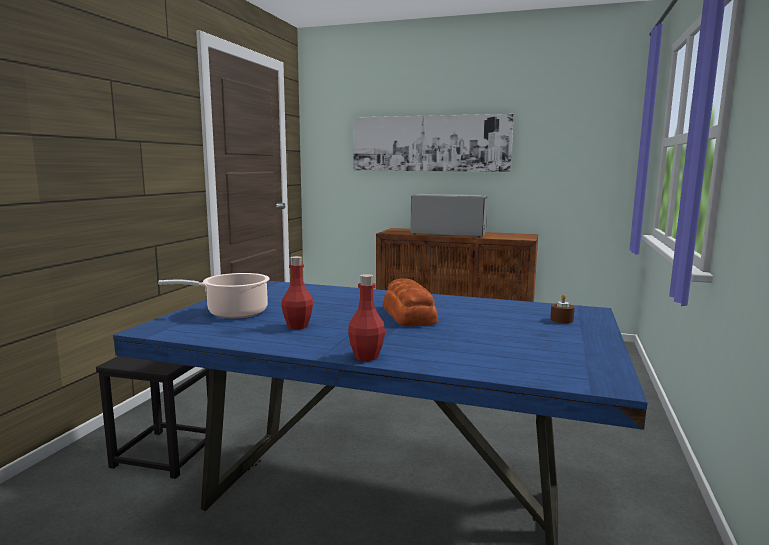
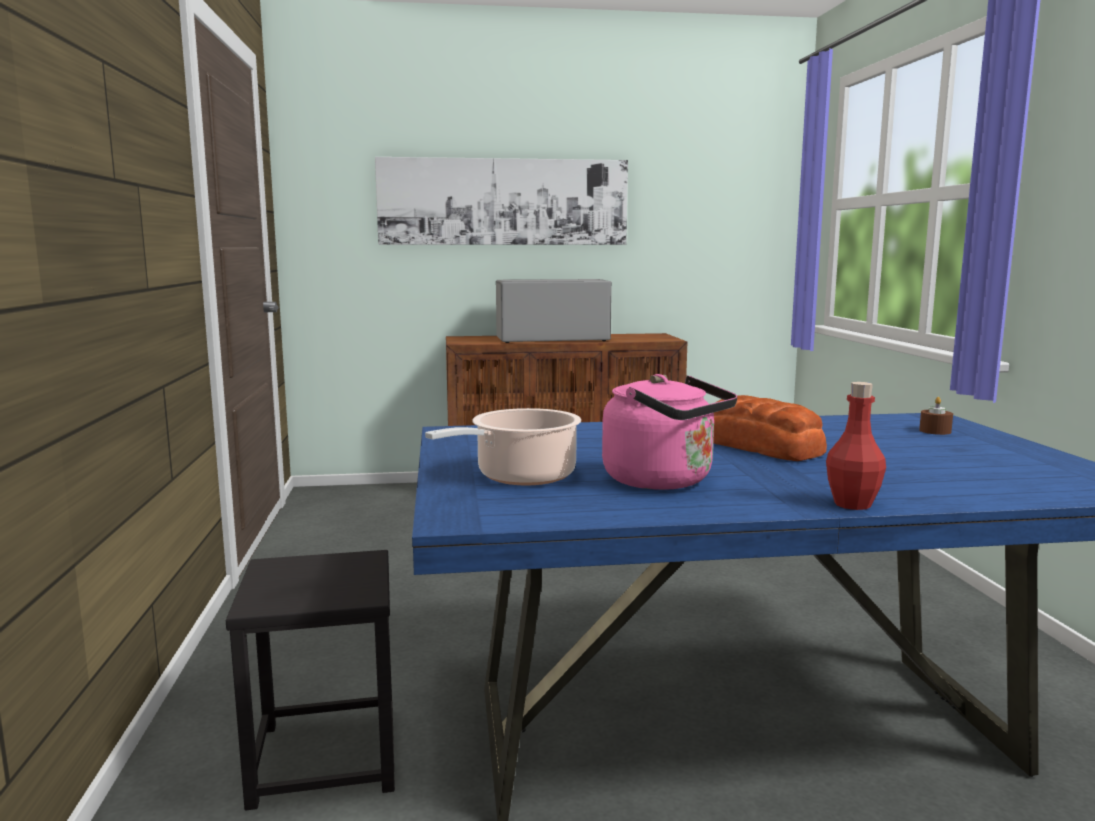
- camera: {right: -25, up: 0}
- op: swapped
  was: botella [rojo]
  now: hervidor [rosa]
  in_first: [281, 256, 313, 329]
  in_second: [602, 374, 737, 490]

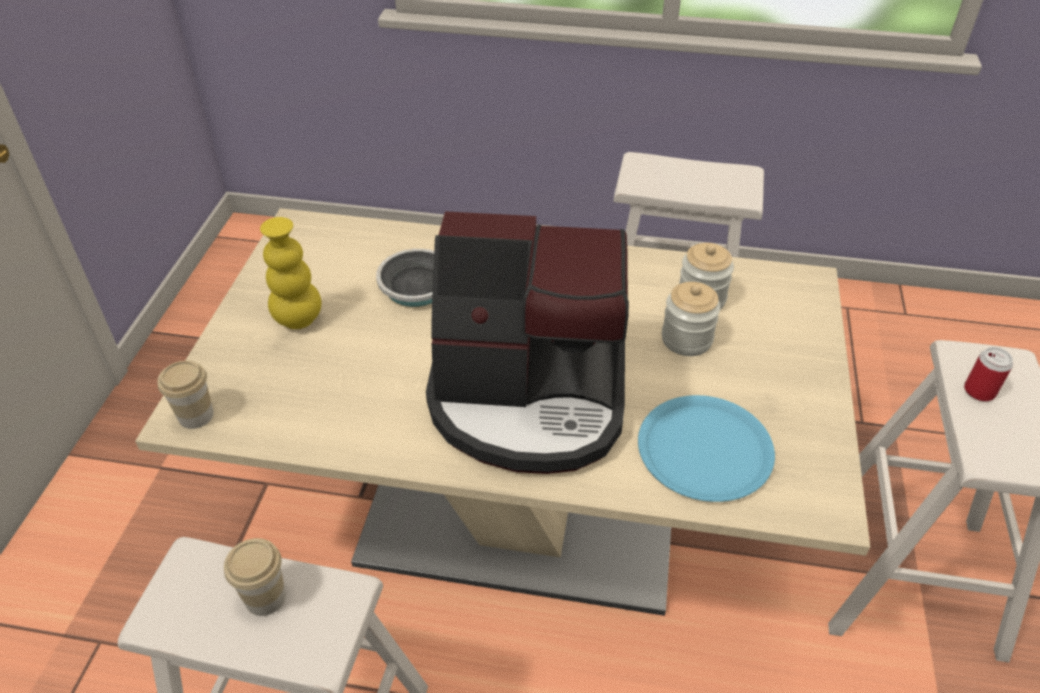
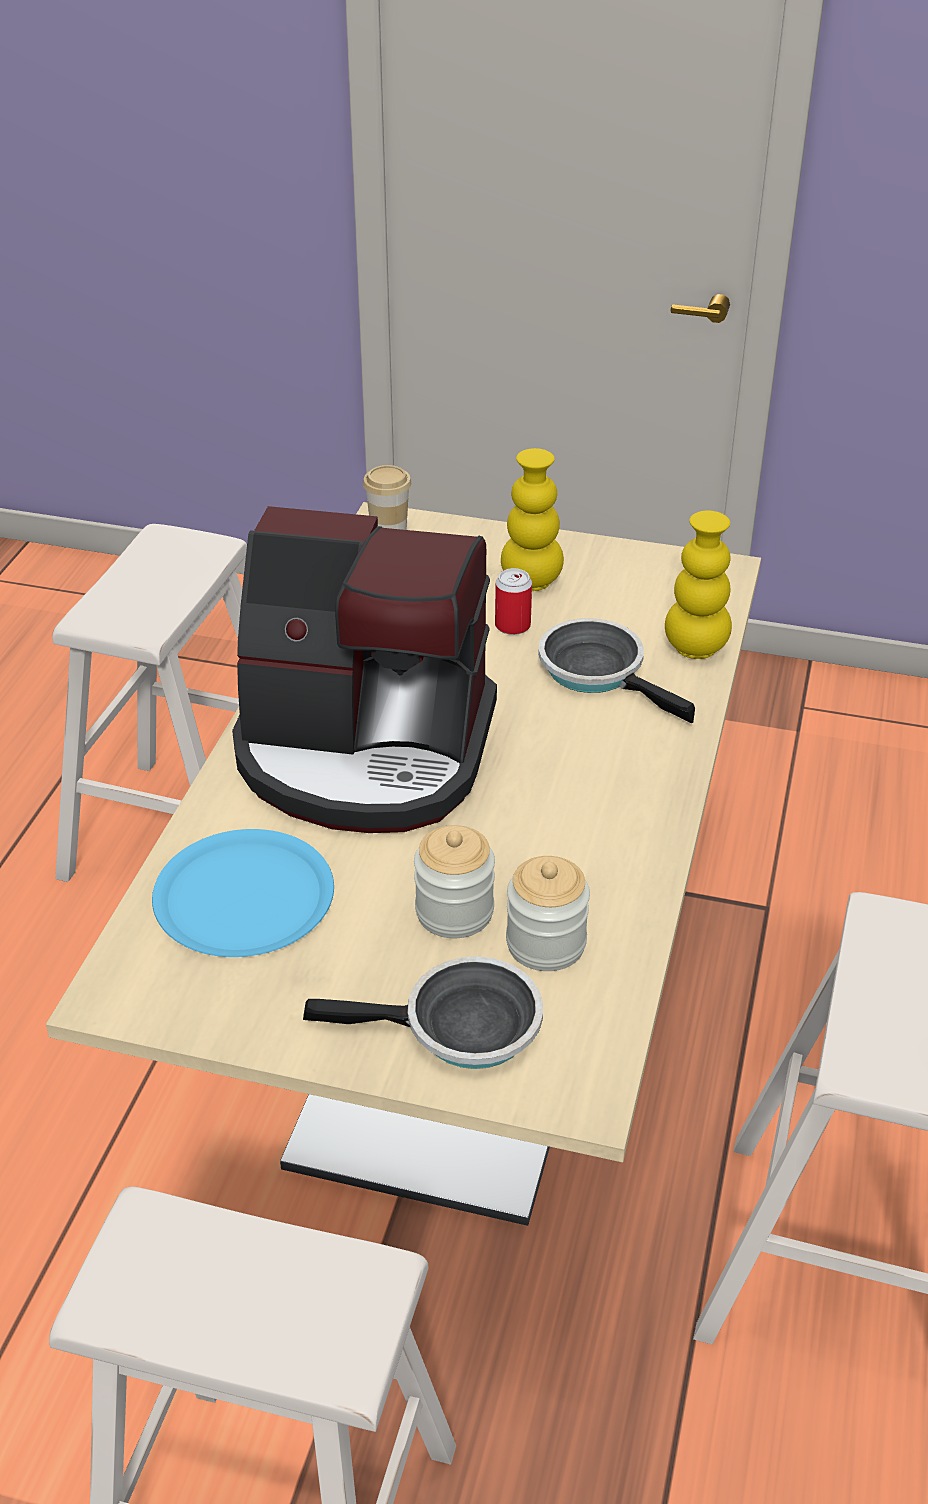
- camera: {right: 95, up: -5}
- op: rotated
  was: cafetera
  in_first: [426, 211, 629, 474]
  in_second: [232, 506, 497, 833]
  clockwise: -90
- op: shifted
  was: lata
  in_first: [964, 347, 1013, 401]
  in_second: [495, 568, 532, 635]
- op: gone
  was: taza
  in_first: [224, 538, 286, 616]
- op: new
  now: florero [amarillo]
  in_second: [665, 511, 732, 659]
- op: new
  now: sartén
  in_second: [303, 956, 543, 1069]

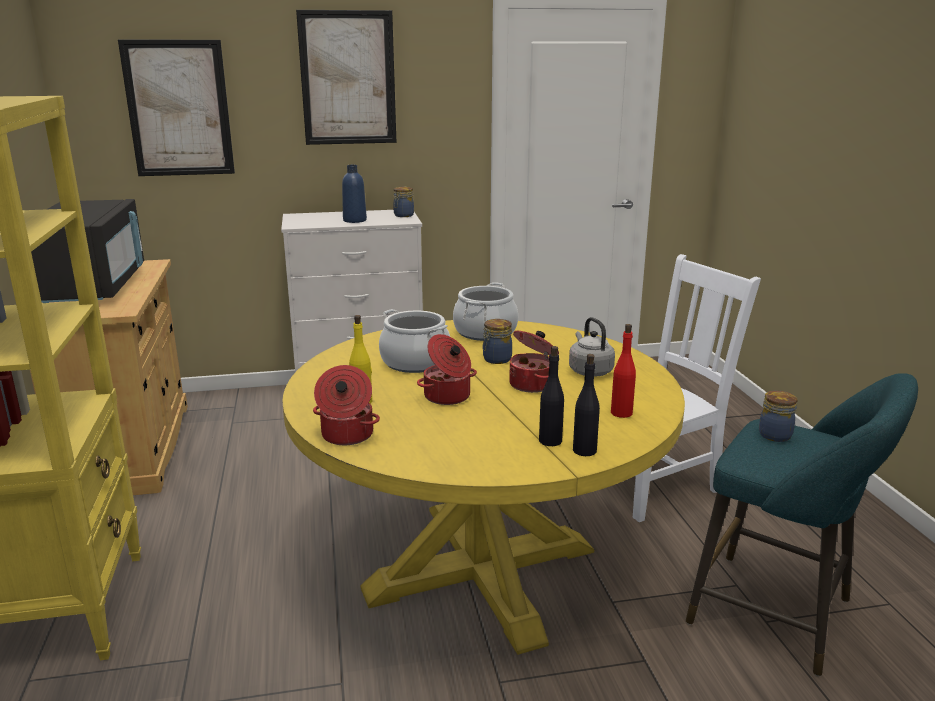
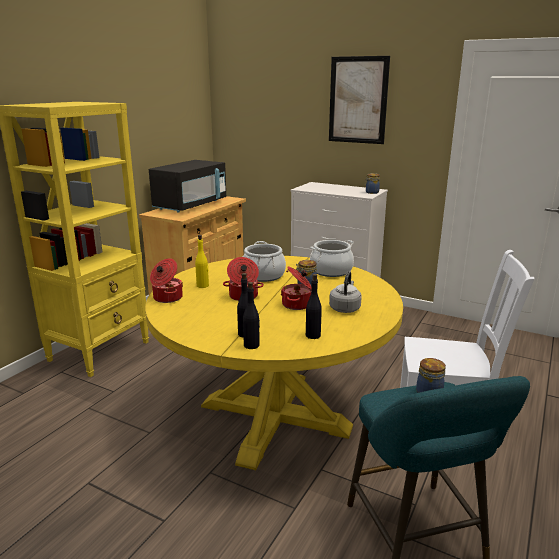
- camera: {right: 40, up: 0}
- op: gone
  was: cuadro
  in_first: [118, 40, 235, 176]
- op: gone
  was: botella [azul]
  in_first: [342, 165, 367, 223]
- op: repainted
  was: botella [rojo]
  now: botella [negro]
  in_first: [611, 324, 636, 418]
  in_second: [306, 274, 322, 339]

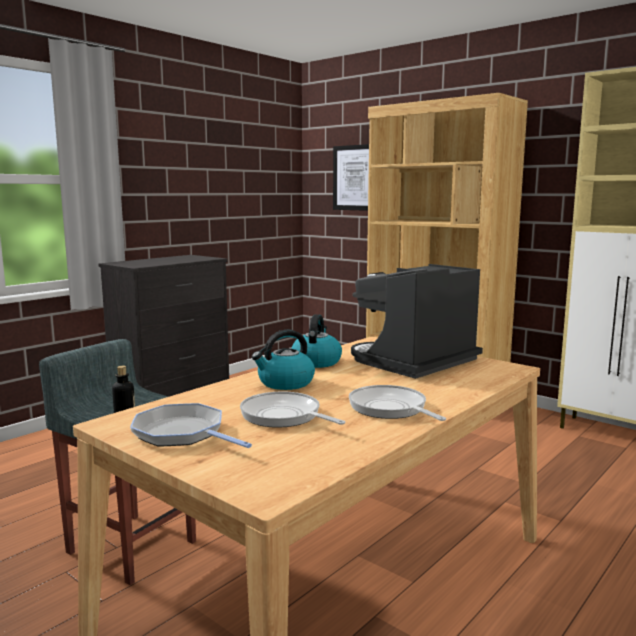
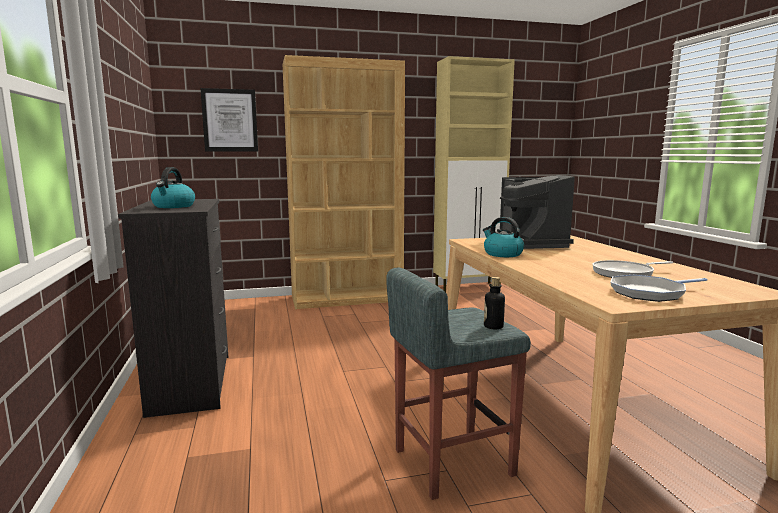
- camera: {right: -55, up: 0}
- op: shifted
  was: hervidor
  in_first: [252, 330, 315, 390]
  in_second: [151, 167, 195, 208]
- op: gone
  was: sartén
  in_first: [349, 385, 446, 421]

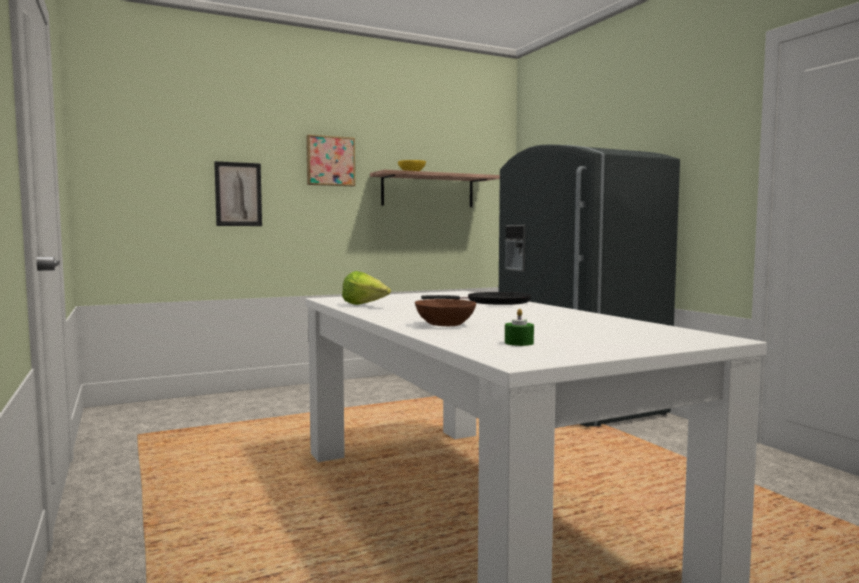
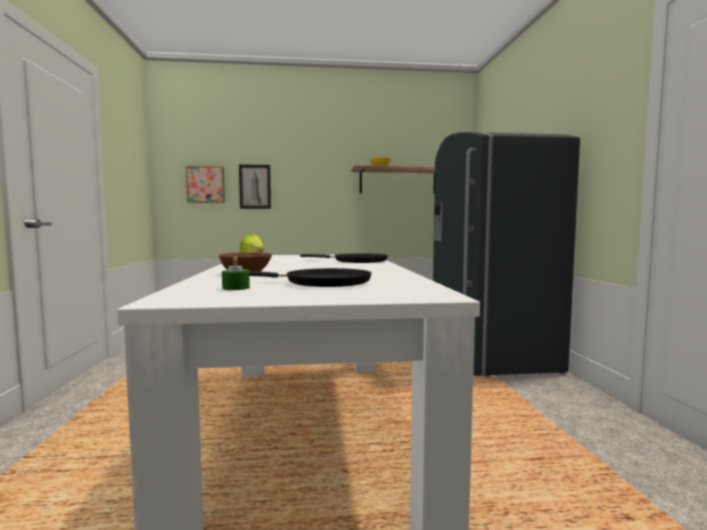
- camera: {right: 20, up: 0}
- op: shifted
  was: cuadro
  in_first: [306, 134, 355, 186]
  in_second: [186, 166, 225, 203]
- op: new
  now: sartén [negro]
  in_second: [249, 268, 372, 287]

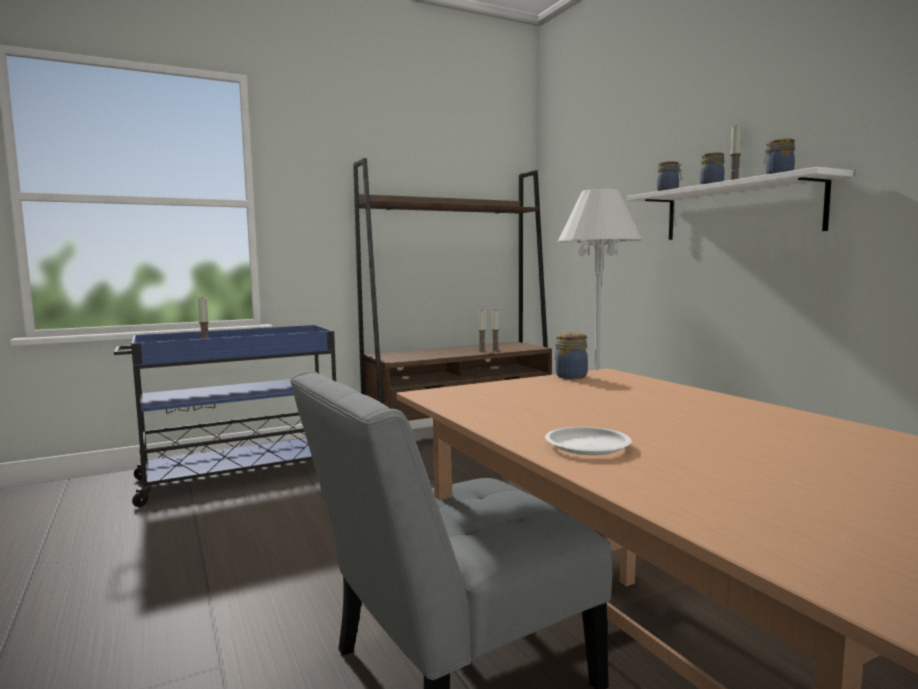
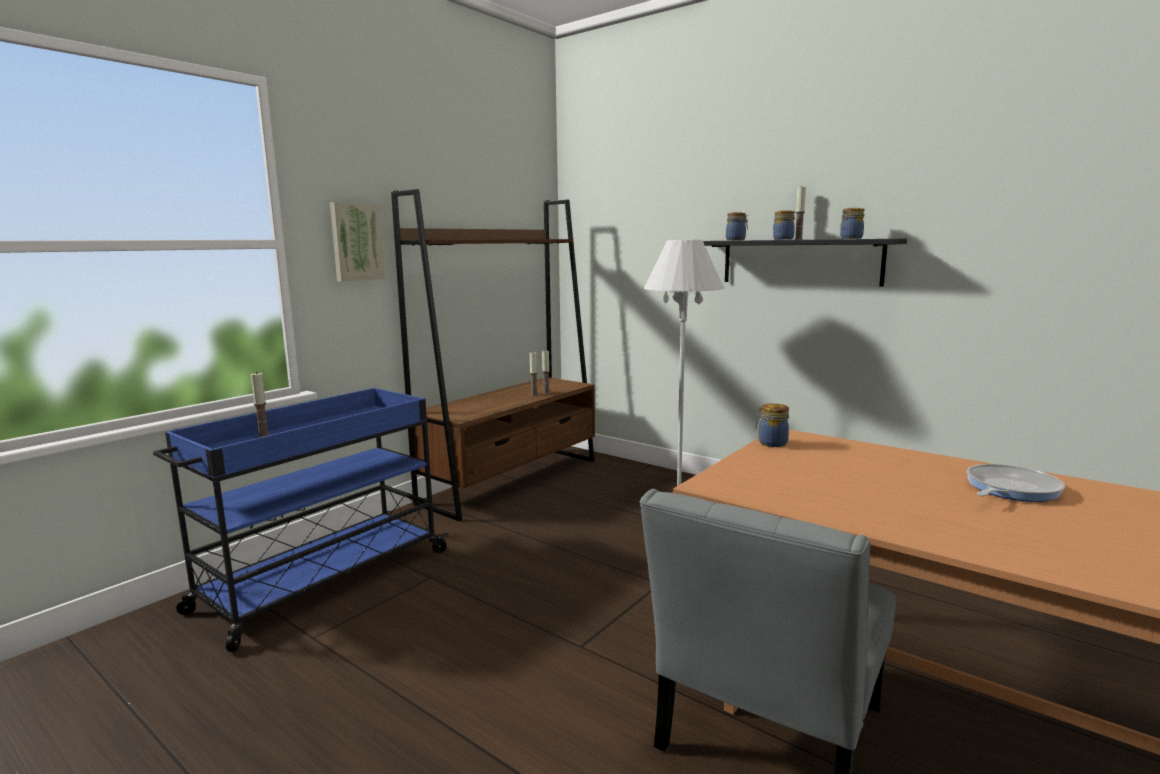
- camera: {right: -25, up: 5}
- op: repainted
  was: estante [blanco]
  now: estante [negro]
  in_first: [627, 167, 853, 240]
  in_second: [703, 239, 907, 287]
- op: gone
  was: plato [blanco]
  in_first: [545, 427, 632, 455]
- op: new
  now: cuadro
  in_second: [330, 202, 385, 282]
- op: new
  now: sartén
  in_second: [967, 464, 1065, 502]

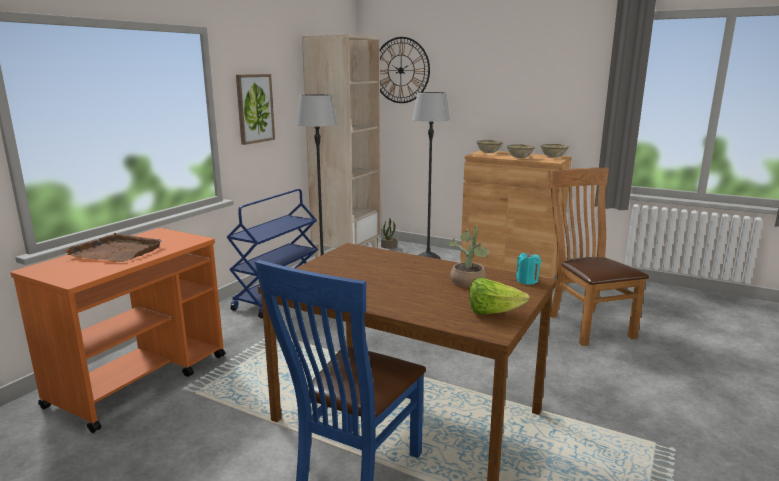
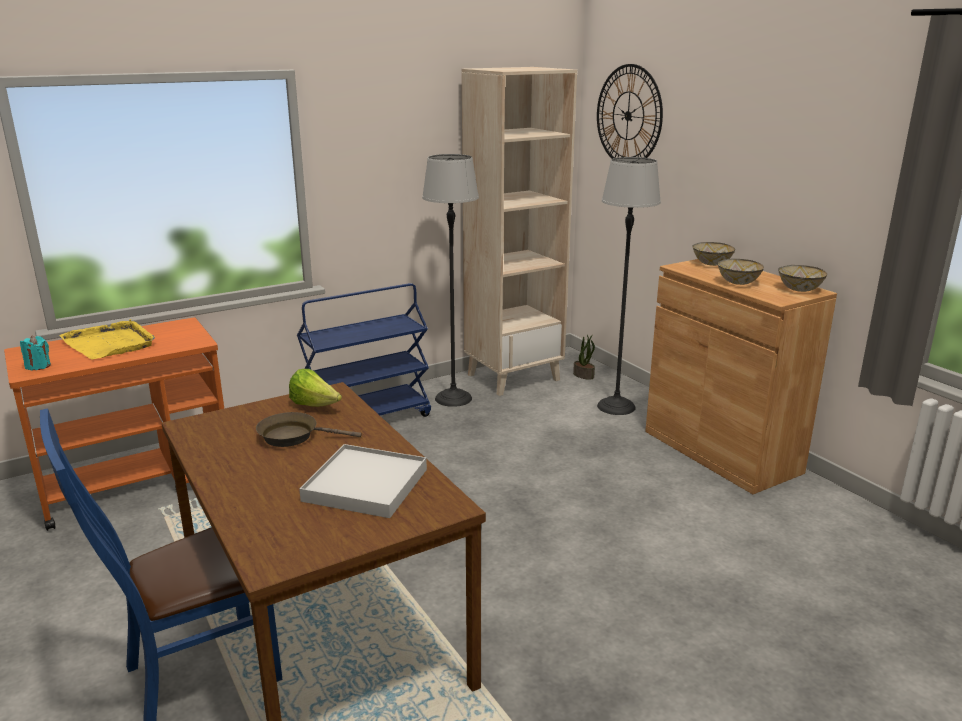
- camera: {right: 30, up: 5}
- op: gone
  was: cuadro
  in_first: [236, 74, 275, 145]
- op: gone
  was: silla [marrón]
  in_first: [549, 167, 649, 346]
- op: swapped
  was: planta en maceta
  now: bandeja [blanco]
  in_first: [449, 225, 489, 288]
  in_second: [299, 444, 427, 518]
- op: repainted
  was: bandeja [marrón]
  now: bandeja [amarillo]
  in_first: [63, 233, 162, 262]
  in_second: [59, 319, 155, 359]
- op: shifted
  was: vela [turquesa]
  in_first: [516, 252, 541, 285]
  in_second: [20, 336, 51, 370]
- op: shifted
  was: lechuga
  in_first: [469, 278, 530, 315]
  in_second: [289, 369, 342, 407]
- op: new
  now: sartén [marrón]
  in_second: [256, 412, 362, 447]

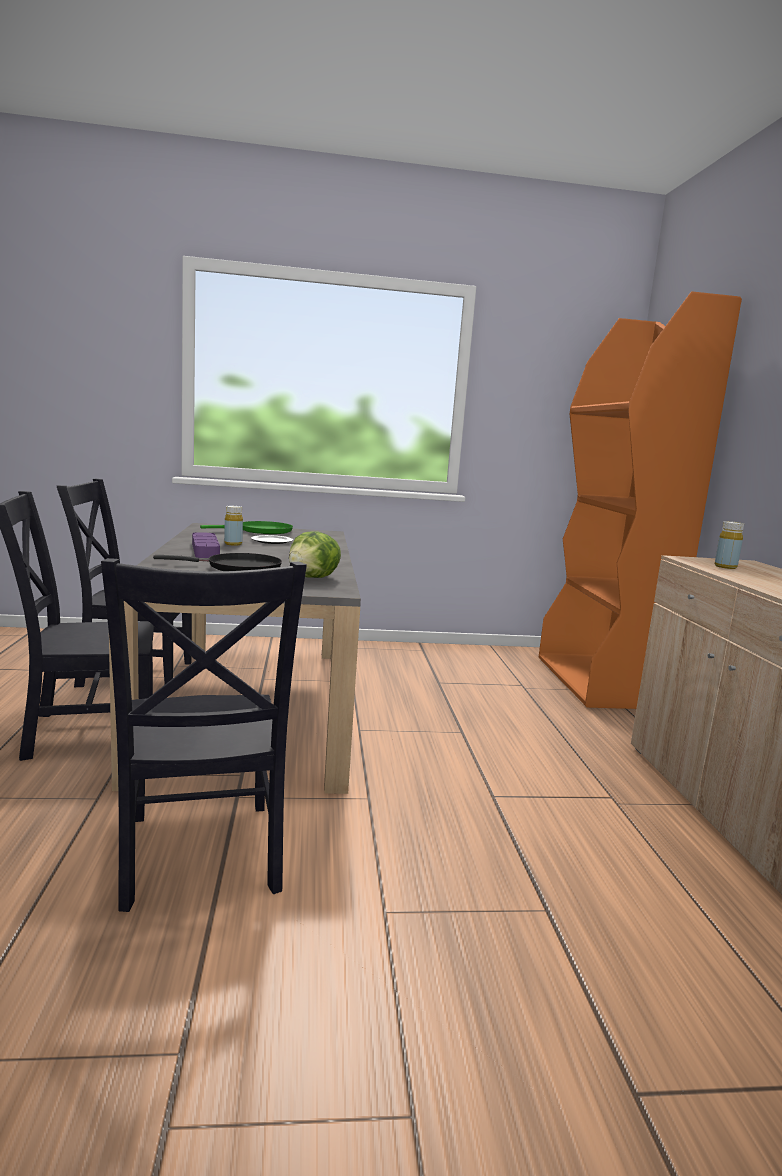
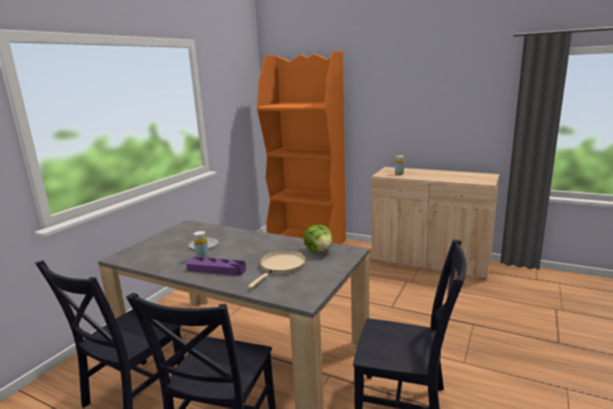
- camera: {right: -55, up: 5}
- op: gone
  was: sartén [verde]
  in_first: [200, 521, 293, 534]
- op: repainted
  was: sartén [negro]
  now: sartén [beis]
  in_first: [153, 553, 282, 571]
  in_second: [248, 251, 306, 288]

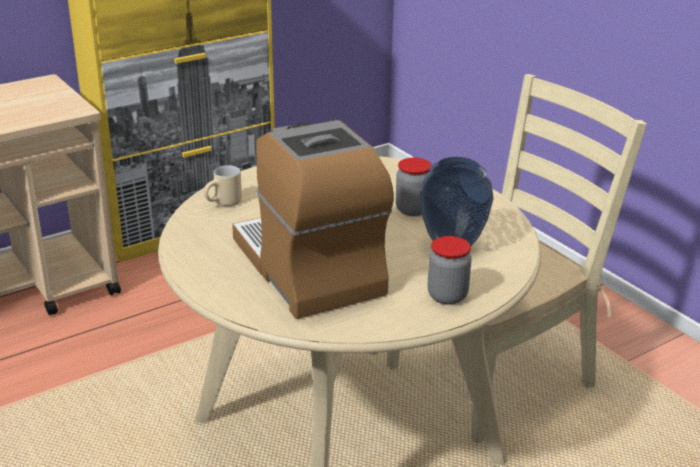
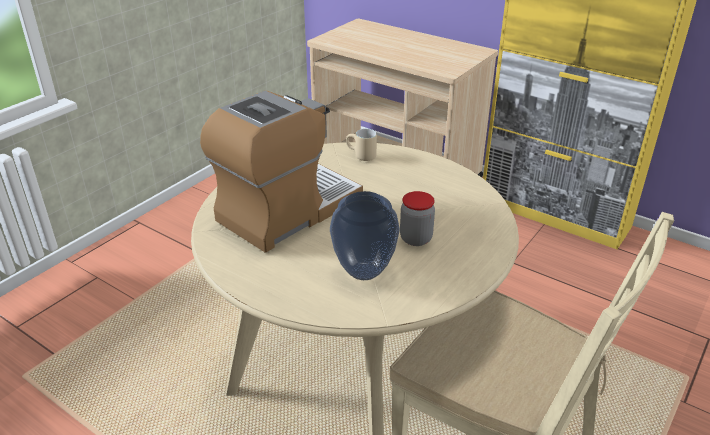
- camera: {right: 70, up: 5}
- op: gone
  was: tarro
  in_first: [428, 236, 472, 305]

